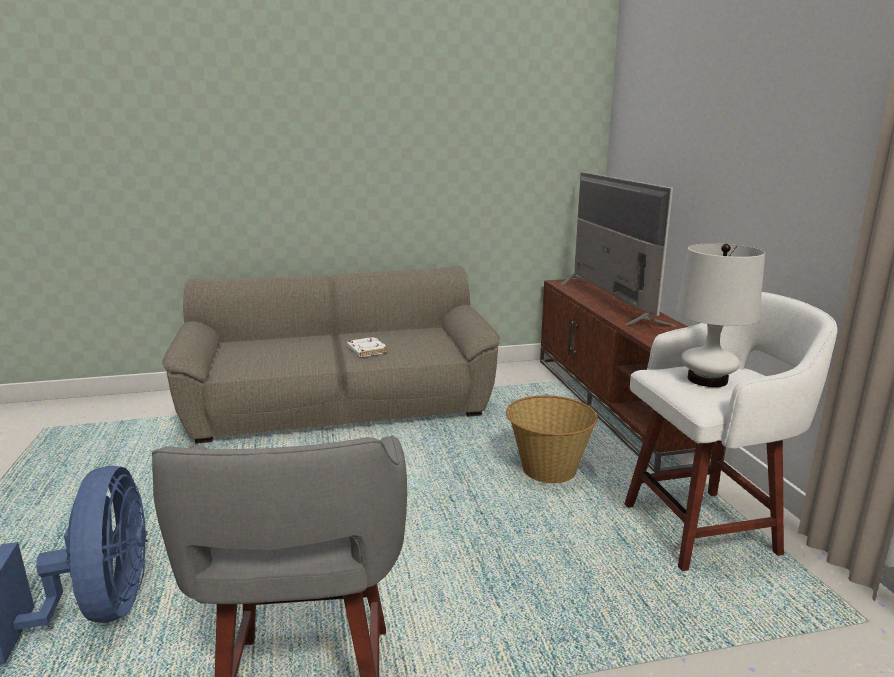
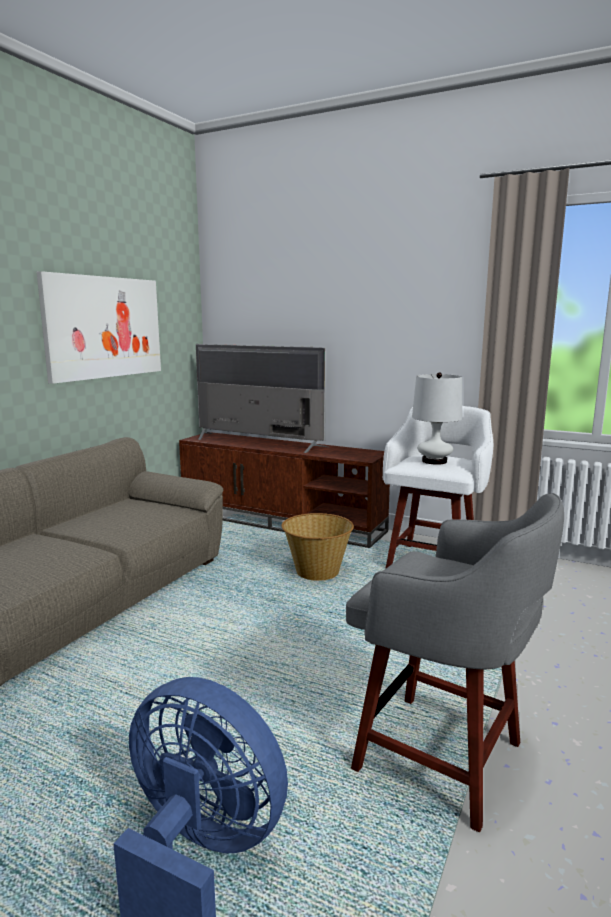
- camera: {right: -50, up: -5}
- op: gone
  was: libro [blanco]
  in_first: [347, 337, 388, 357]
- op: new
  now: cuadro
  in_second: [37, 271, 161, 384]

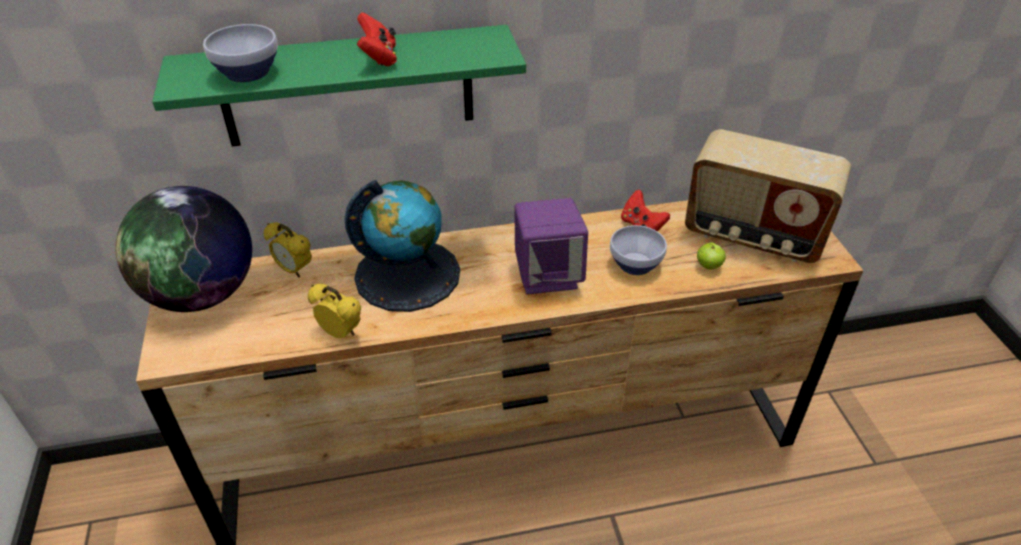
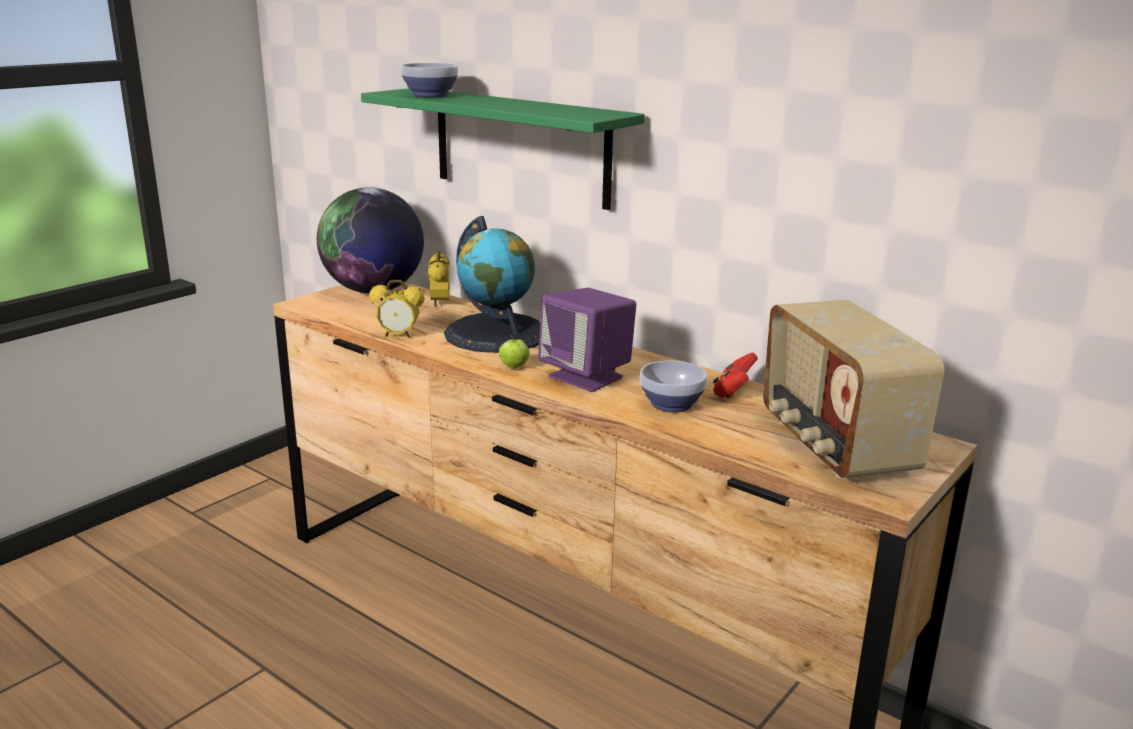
- camera: {right: 50, up: -20}
- op: gone
  was: mando de consola [rojo]
  in_first: [357, 13, 397, 66]
- op: shifted
  was: manzana
  in_first: [697, 242, 726, 270]
  in_second: [499, 335, 530, 369]
- op: rotated
  was: despertador
  in_first: [308, 284, 361, 338]
  in_second: [369, 280, 425, 338]
  clockwise: 105

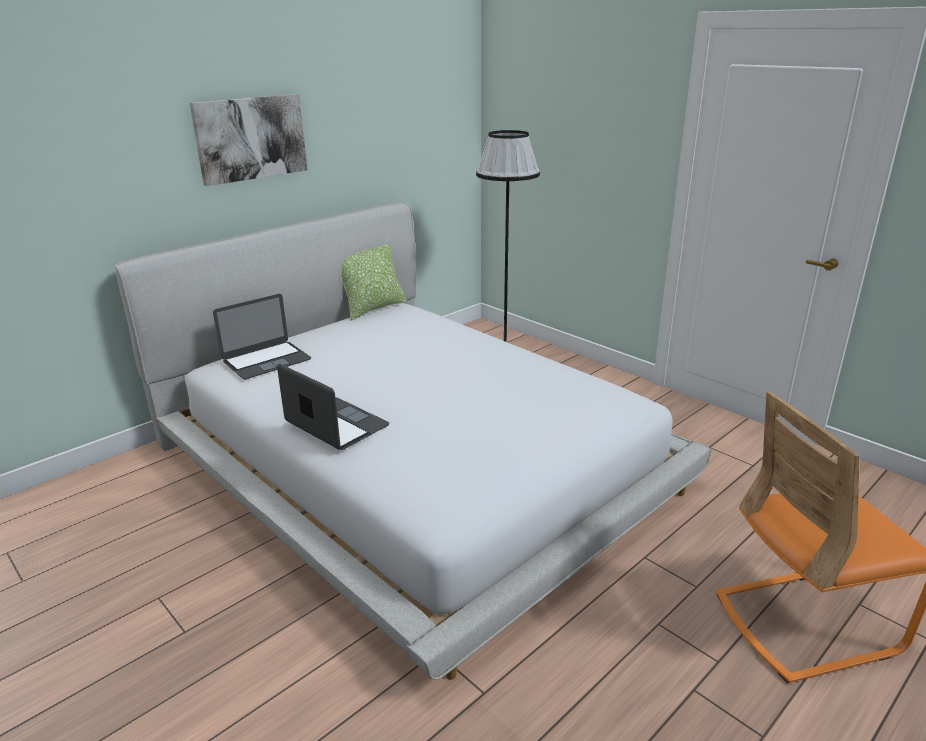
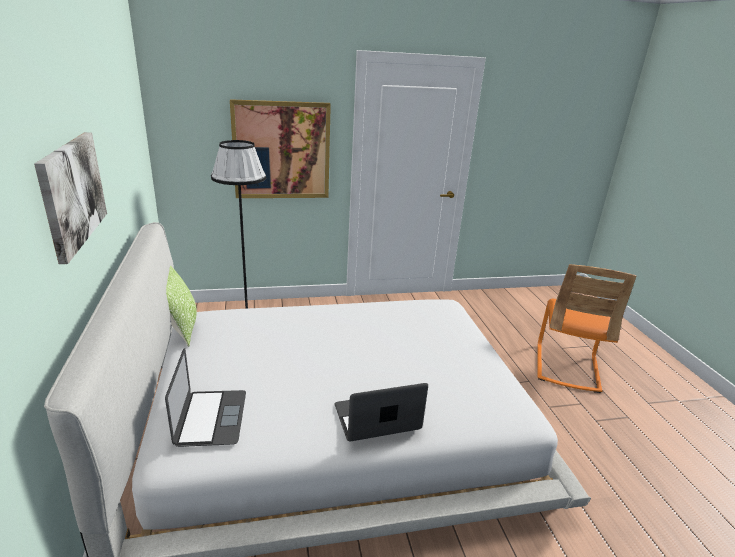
- camera: {right: -60, up: 0}
- op: new
  now: cuadro
  in_second: [230, 99, 331, 198]

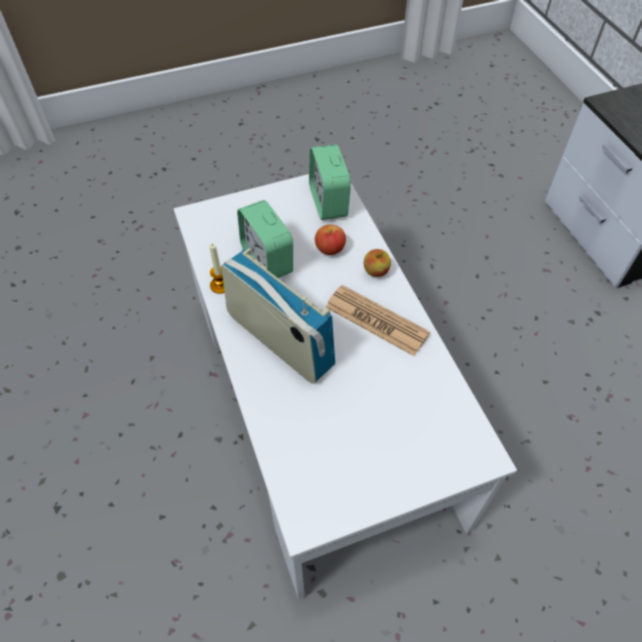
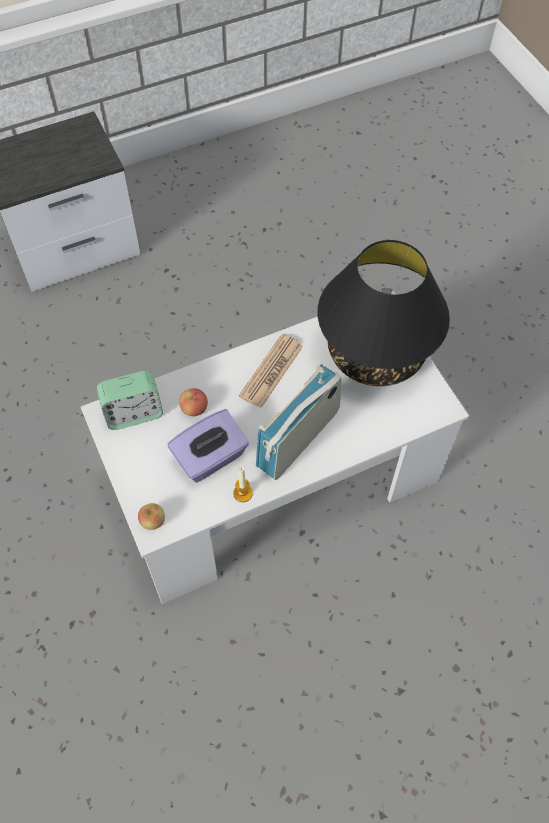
- camera: {right: -95, up: 5}
- op: swapped
  was: despertador
  now: caja de pañuelos [morado]
  in_first: [237, 200, 293, 278]
  in_second: [168, 409, 249, 483]
- op: shifted
  was: manzana
  in_first: [364, 249, 391, 277]
  in_second: [138, 503, 165, 530]
- op: new
  now: lámpara de mesa [negro]
  in_second: [317, 240, 450, 386]

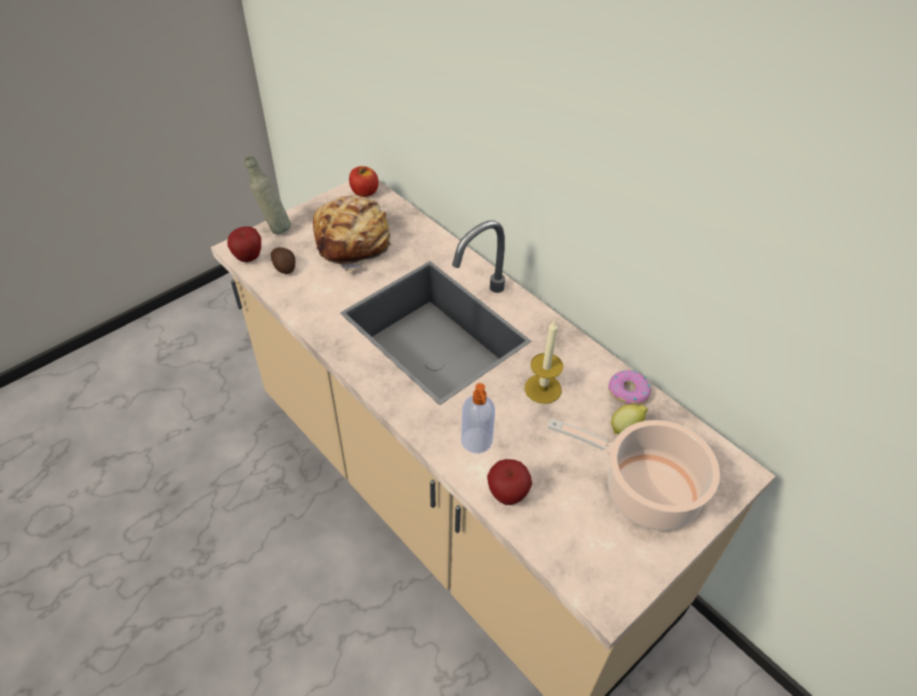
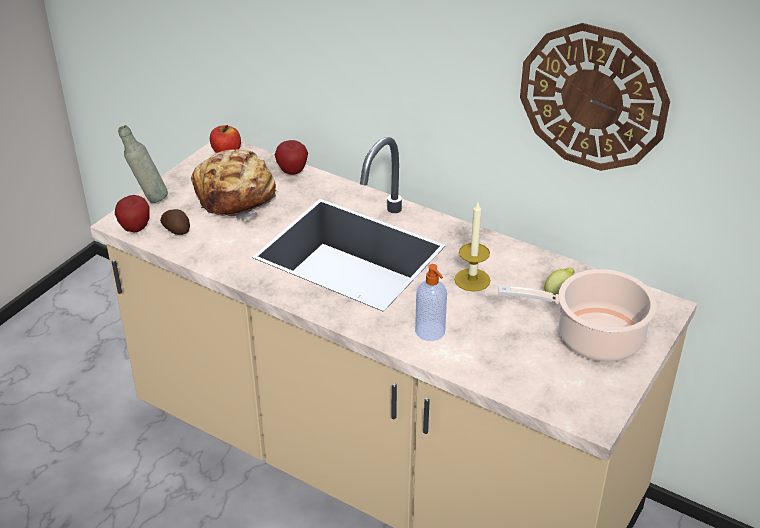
- camera: {right: -15, up: -10}
- op: gone
  was: rosquilla
  in_first: [608, 370, 651, 405]
- op: shifted
  was: manzana
  in_first: [487, 459, 532, 505]
  in_second: [275, 140, 308, 175]
- op: new
  now: reloj de pared
  in_second: [520, 23, 670, 171]

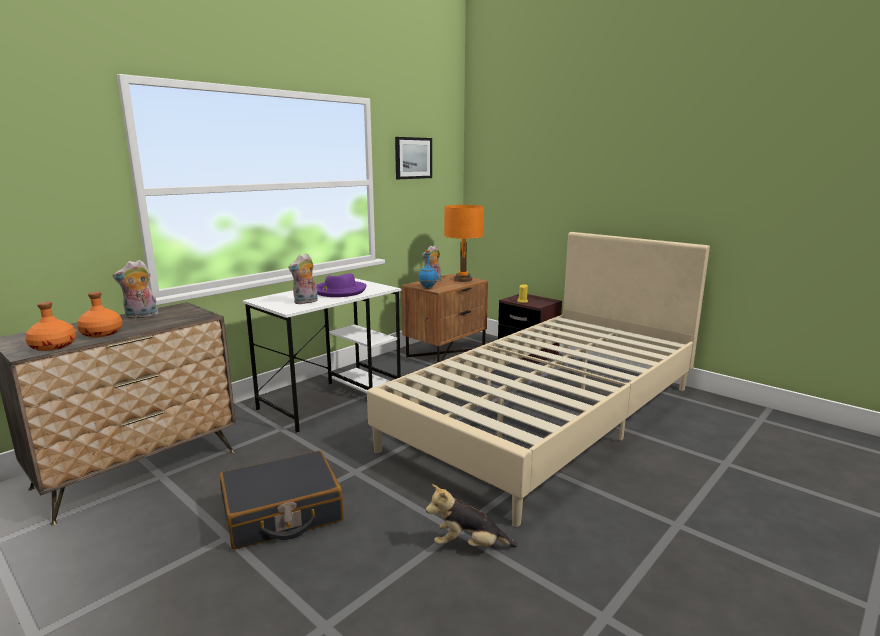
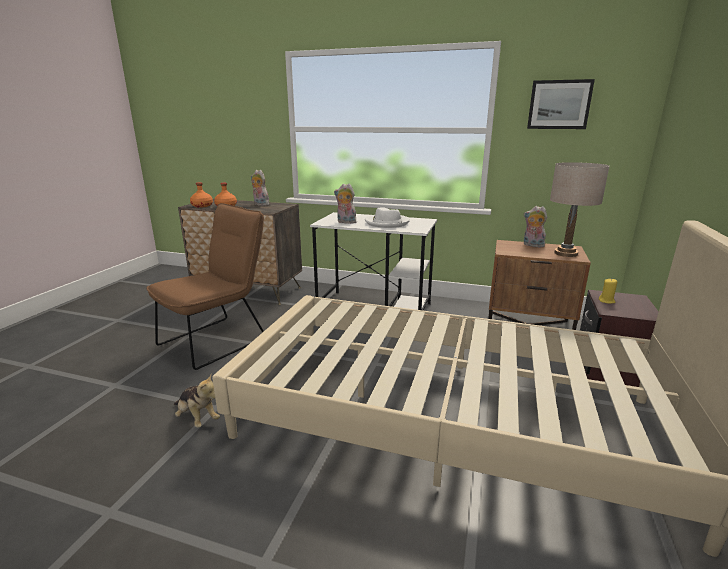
- camera: {right: 65, up: 5}
- op: repainted
  was: lámpara de mesa [naranja]
  now: lámpara de mesa [beis]
  in_first: [444, 205, 484, 282]
  in_second: [550, 162, 609, 257]
- op: gone
  was: botella [azul]
  in_first: [418, 250, 438, 289]
- op: repainted
  was: sombrero [morado]
  now: sombrero [blanco]
  in_first: [316, 273, 367, 297]
  in_second: [365, 207, 410, 228]
- op: swapped
  was: maleta [negro]
  now: silla [marrón]
  in_first: [220, 451, 344, 550]
  in_second: [147, 203, 264, 370]
- op: rotated
  was: peluche
  in_first: [426, 484, 518, 547]
  in_second: [174, 375, 220, 428]
  clockwise: 150

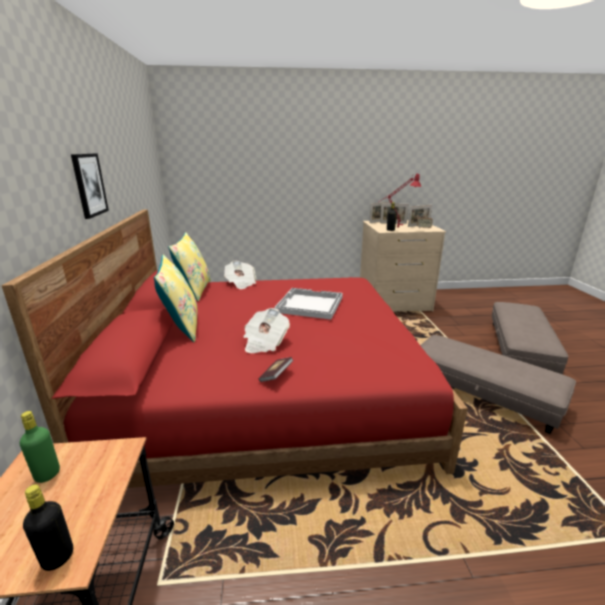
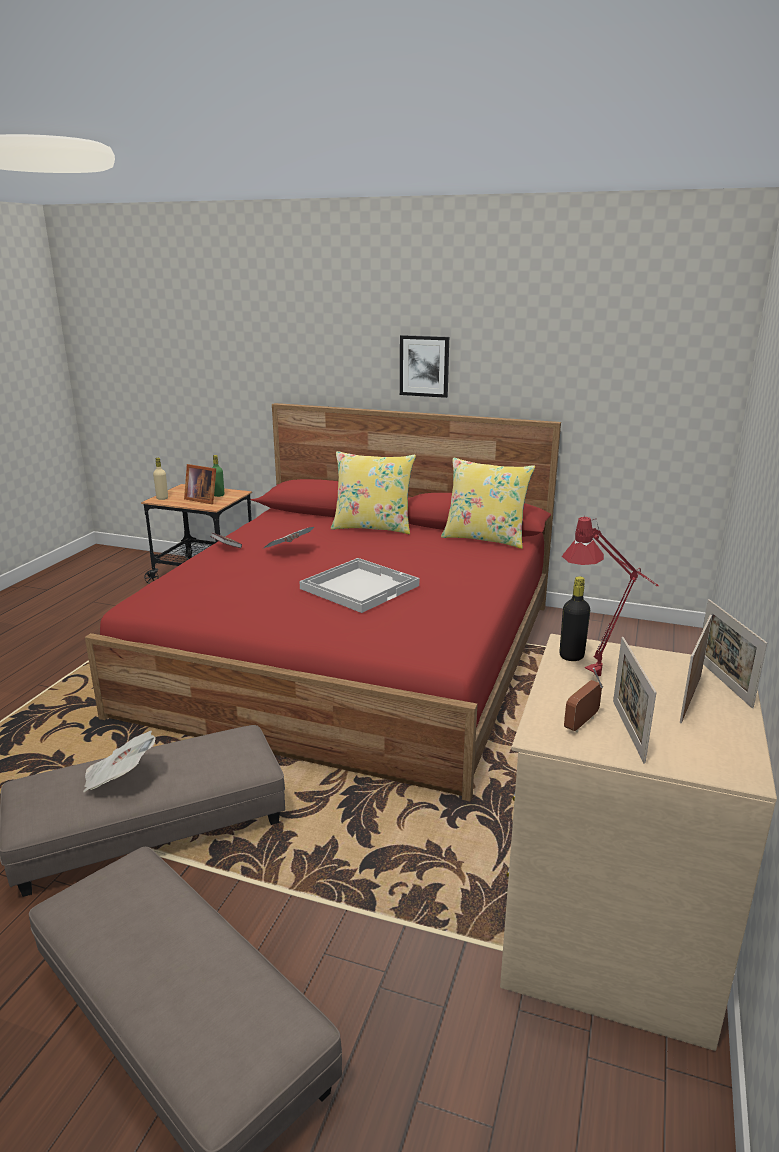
- camera: {right: 115, up: 0}
- op: shifted
  was: periódico
  in_first: [224, 261, 256, 289]
  in_second: [83, 731, 156, 792]
- op: repainted
  was: botella [negro]
  now: botella [beis]
  in_first: [23, 484, 73, 571]
  in_second: [153, 458, 168, 500]
- op: new
  now: portarretratos
  in_second: [184, 464, 216, 504]

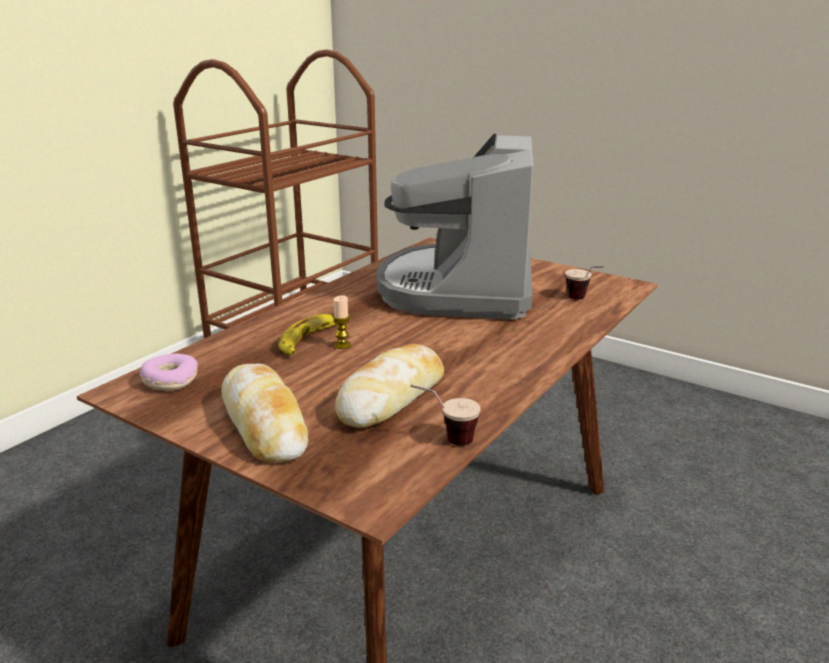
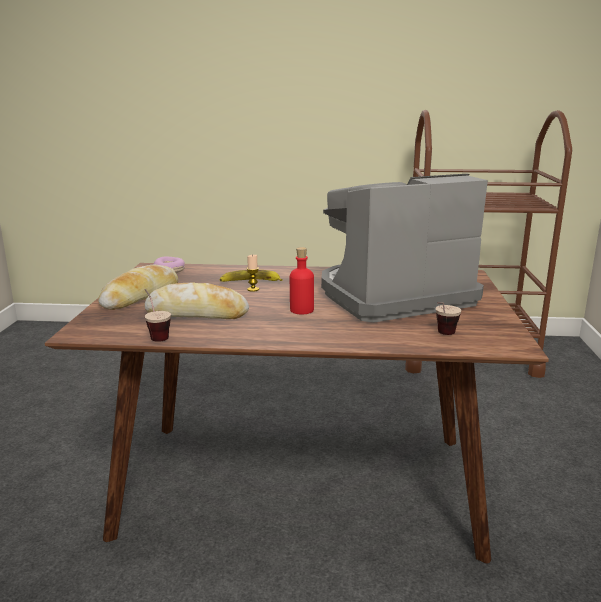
- camera: {right: 60, up: -5}
- op: new
  now: botella [rojo]
  in_second: [290, 247, 314, 314]

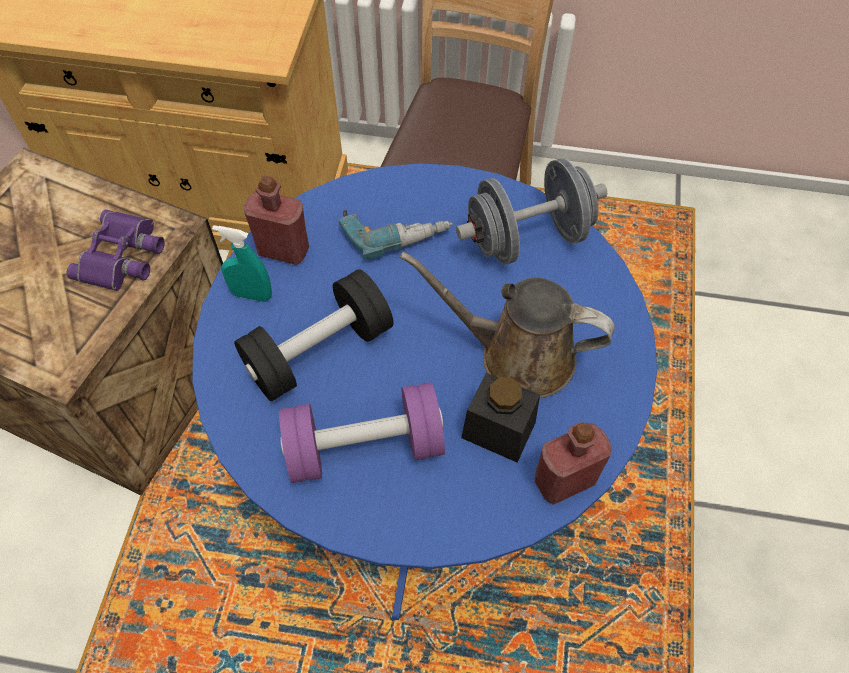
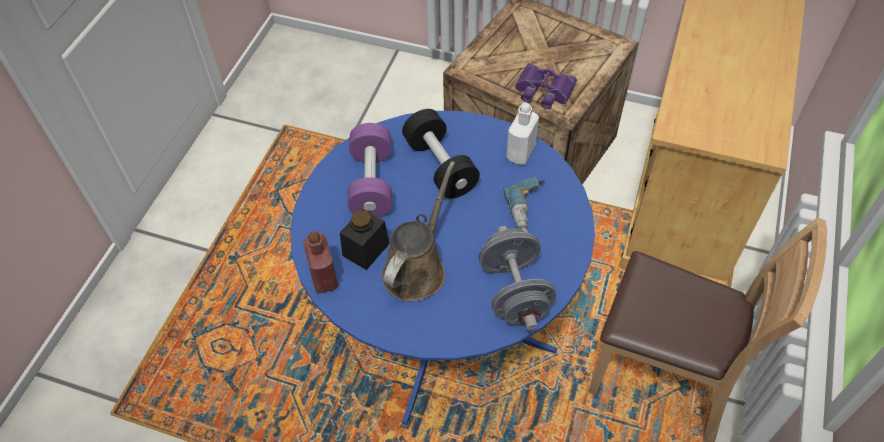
- camera: {right: 100, up: -5}
- op: repainted
  was: botella [rojo]
  now: botella [blanco]
  in_first: [244, 175, 309, 265]
  in_second: [506, 102, 539, 165]
- op: gone
  was: pulverizador [turquesa]
  in_first: [212, 225, 272, 302]

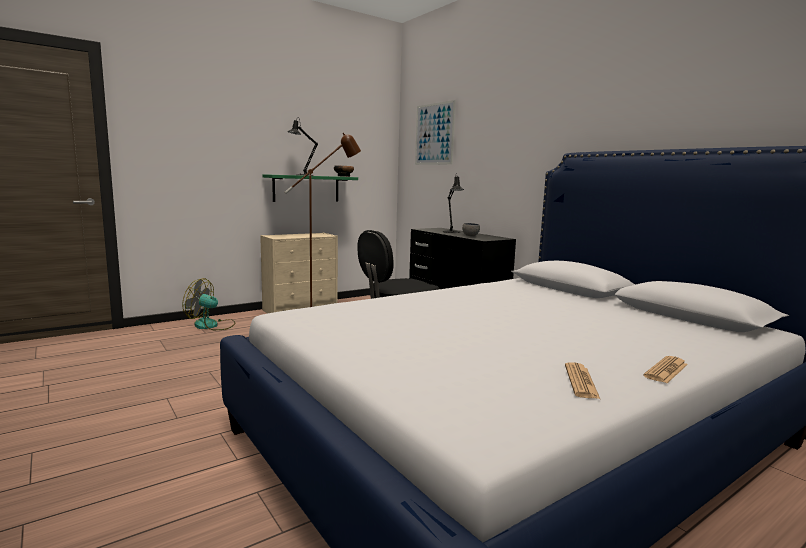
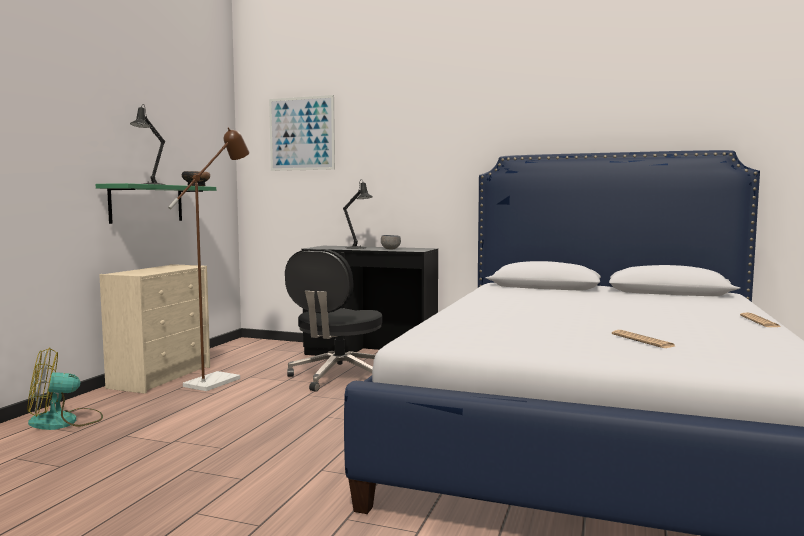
- camera: {right: -35, up: -5}
- op: shifted
  was: periódico
  in_first: [565, 362, 600, 399]
  in_second: [612, 330, 675, 348]

